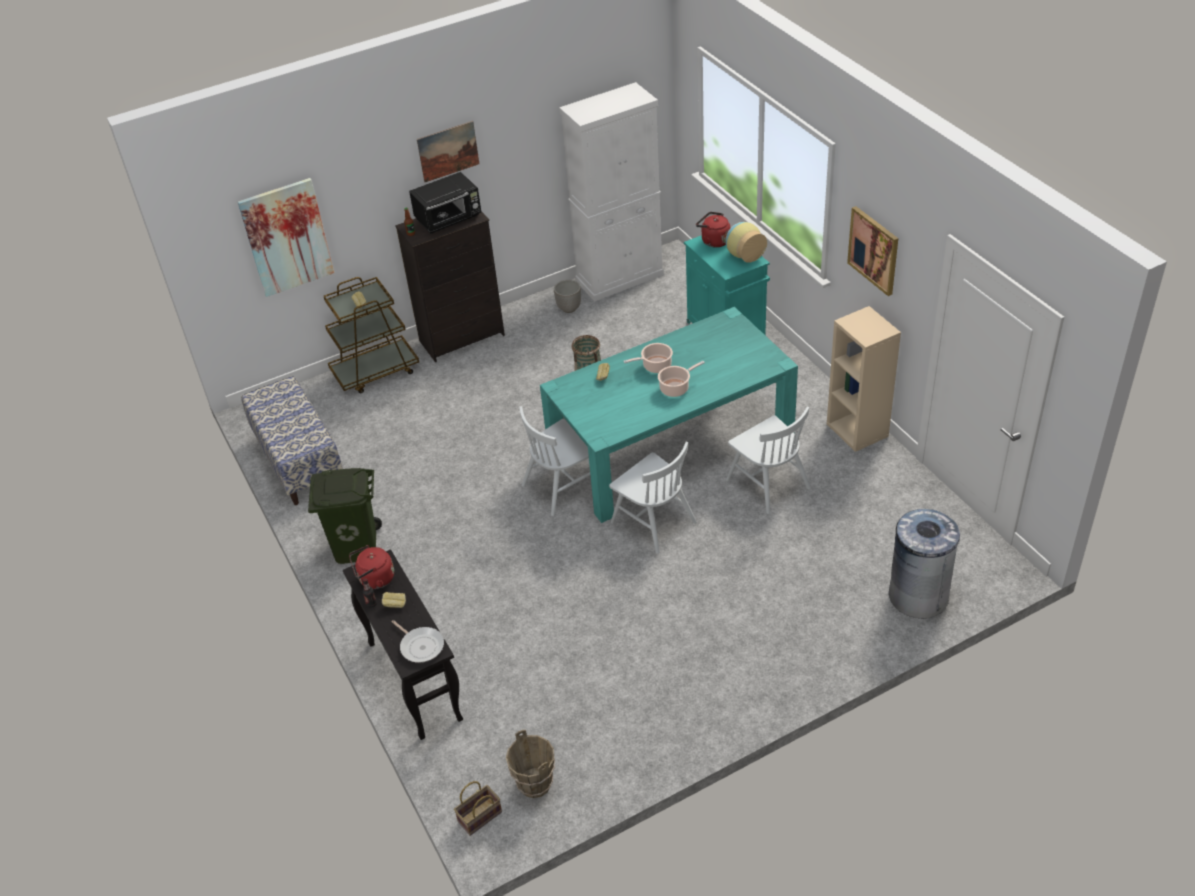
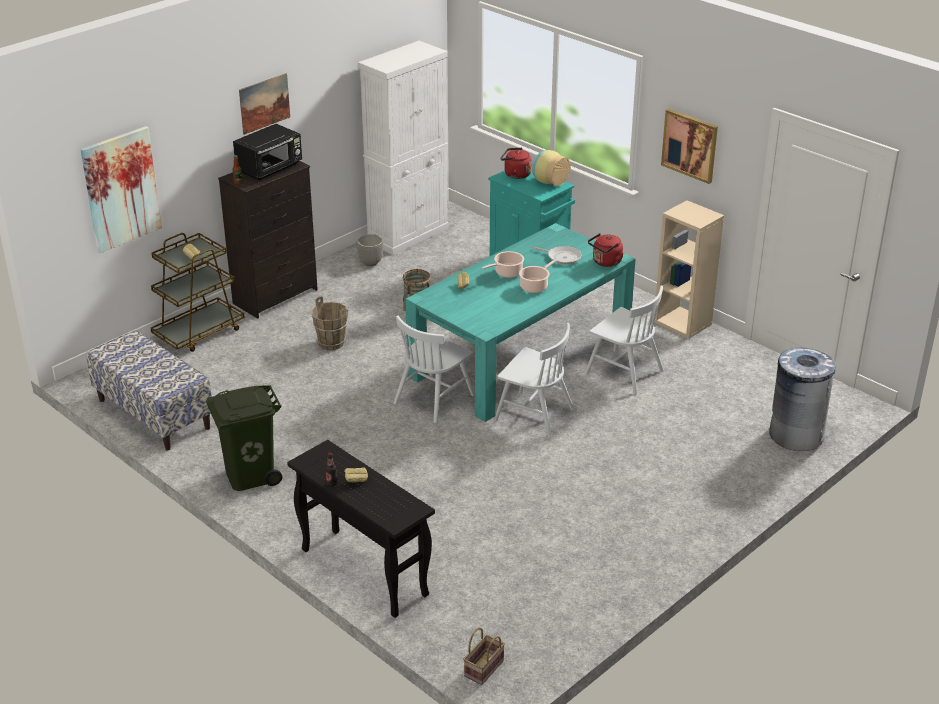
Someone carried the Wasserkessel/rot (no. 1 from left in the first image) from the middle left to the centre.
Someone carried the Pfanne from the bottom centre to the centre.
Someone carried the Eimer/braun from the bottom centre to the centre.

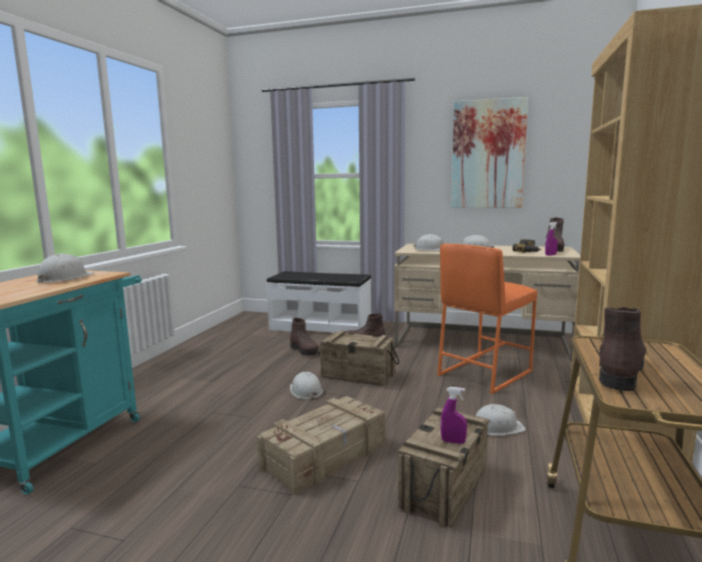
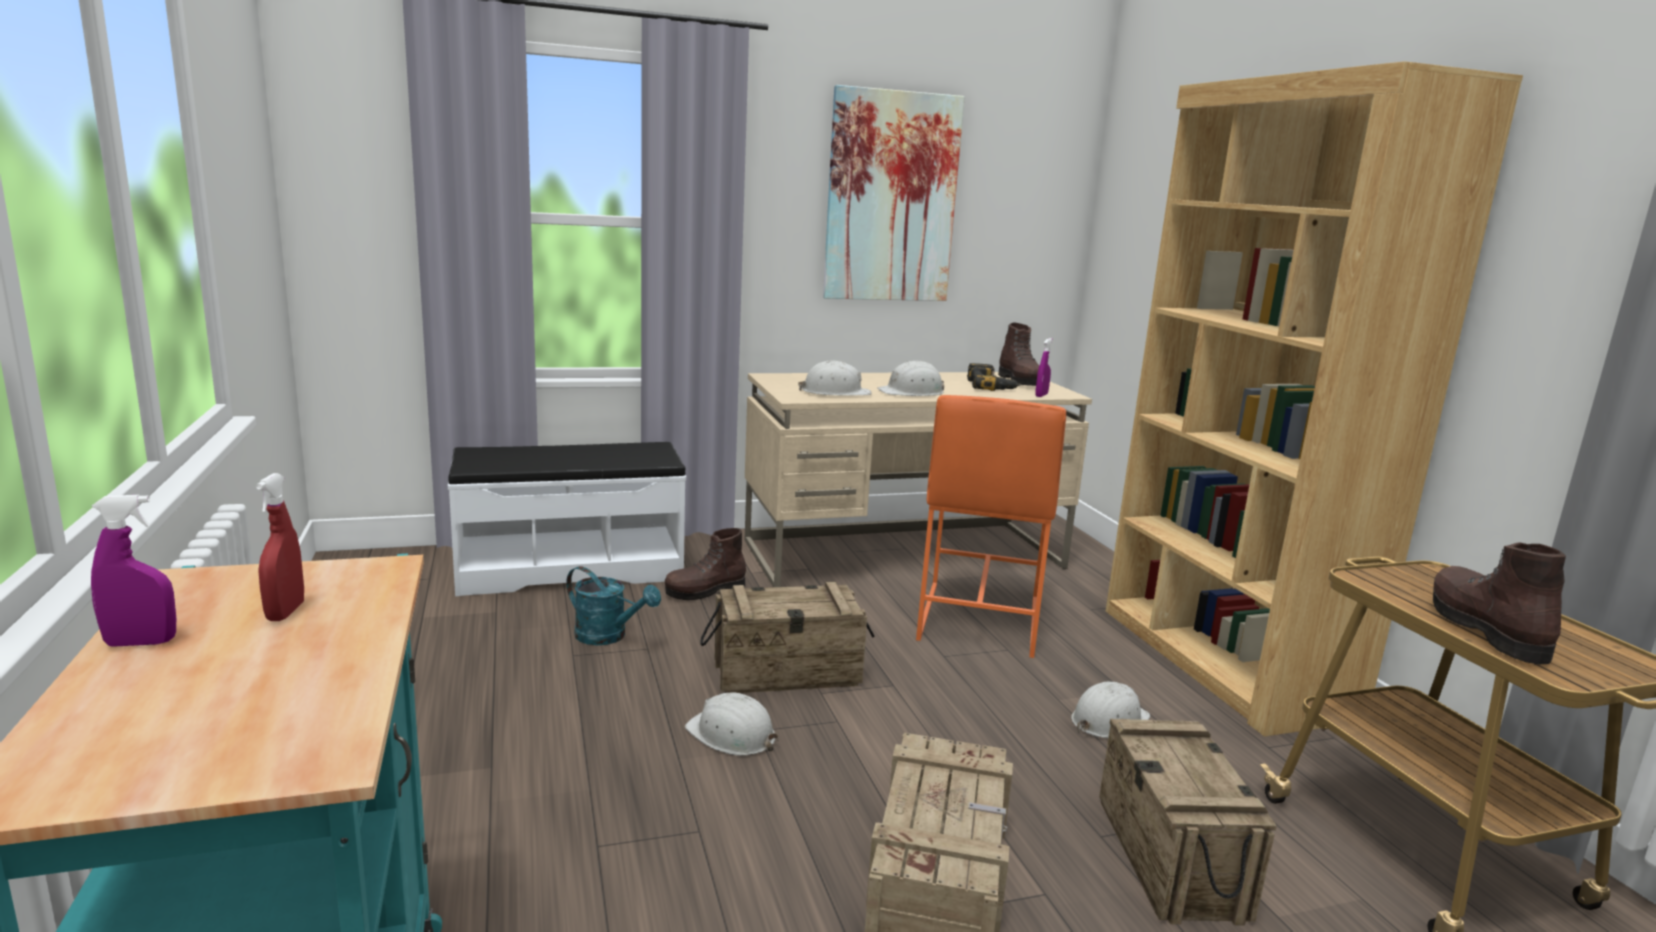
Someone swapped the Schutzhelm/weiß (no. 1 from left) at the middle left for the Sprühflasche/rot at the middle left.
Someone swapped the Stiefel/braun (no. 1 from left) at the centre for the Gießkanne/türkis at the centre.
Someone carried the Sprühflasche/lila (no. 1 from left) from the bottom centre to the middle left.

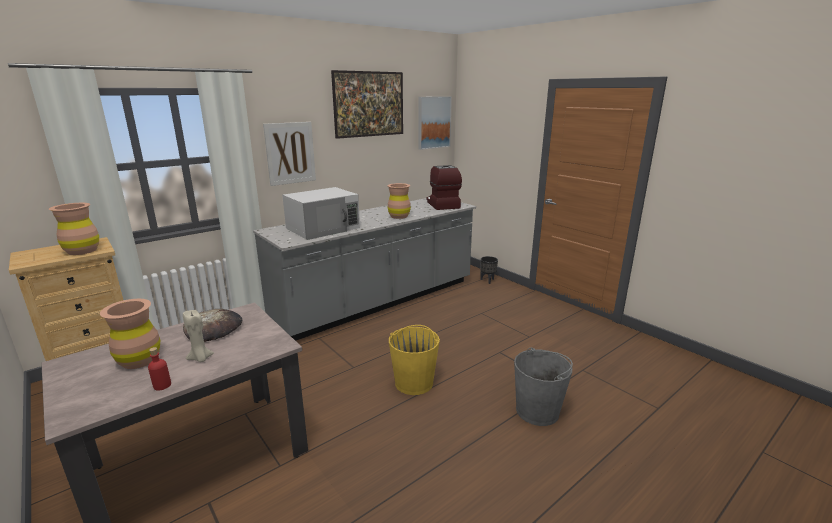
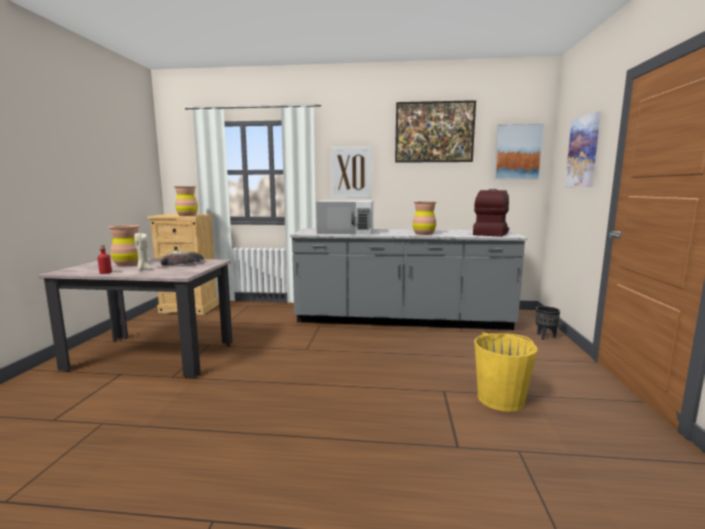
Someone carried the Eimer/gelb from the bottom centre to the bottom right.
Someone took away the Eimer/grau at the bottom centre.
Someone put up the Bild (no. 4 from left) at the top right.

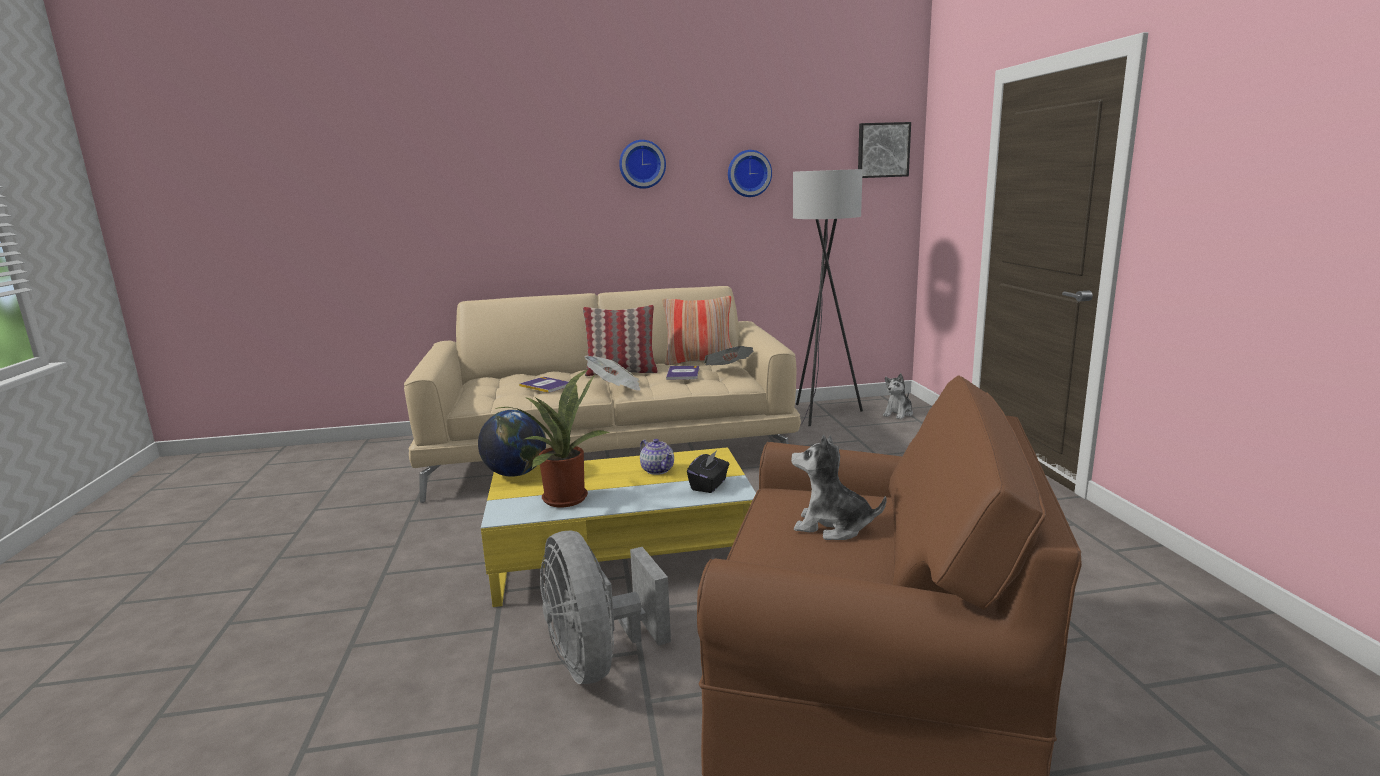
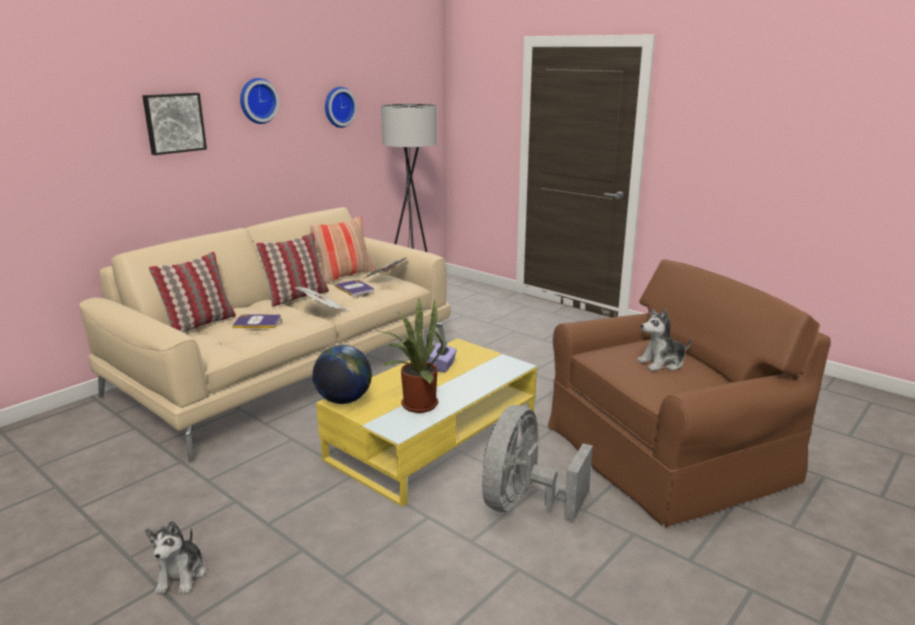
Someone carried the Bild from the top centre to the top left.
Someone carried the Plüschtier (no. 2 from left in the first image) from the centre to the bottom left.
Someone swapped the Teekanne at the centre for the Taschentuchbox/lila at the centre.
Someone took away the Taschentuchbox/schwarz at the centre.
Someone rotated the Ventilator/grau at the bottom centre by 90 degrees clockwise.
Someone put down the Kissen (no. 1 from left) at the middle left.

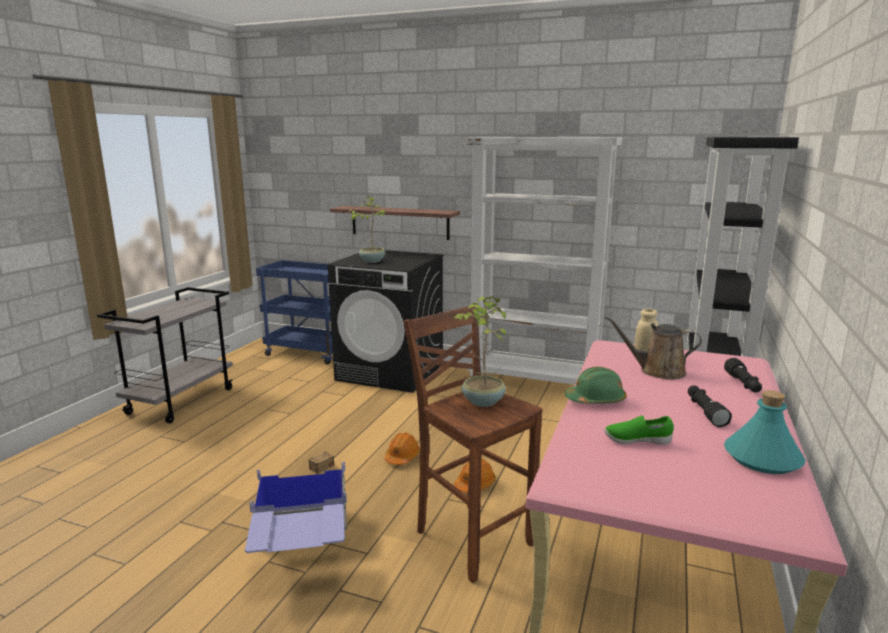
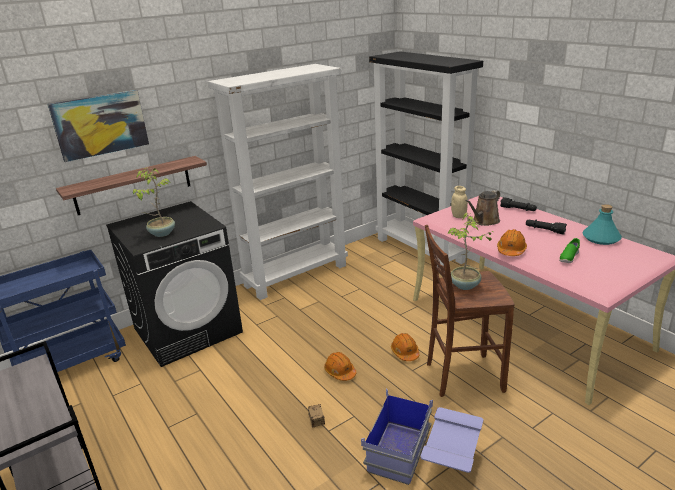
Someone repainted the Schutzhelm/grün at the middle right, which became the Schutzhelm/orange (no. 3 from left) at the middle right.
Someone put up the Bild at the top left.

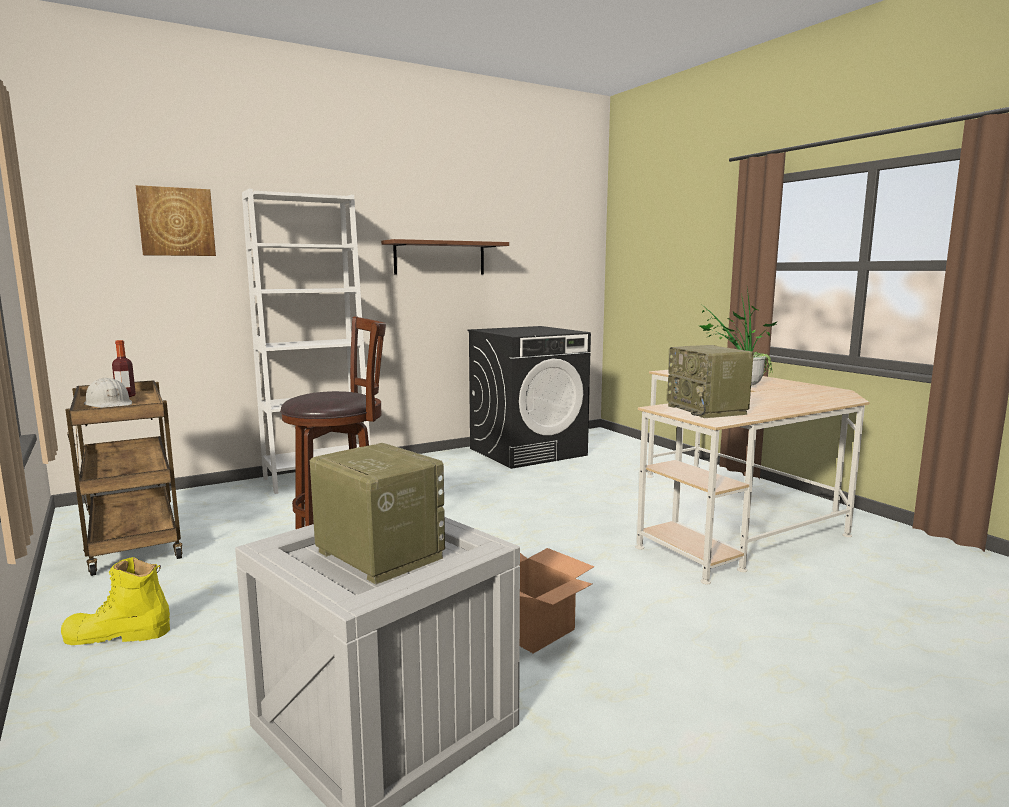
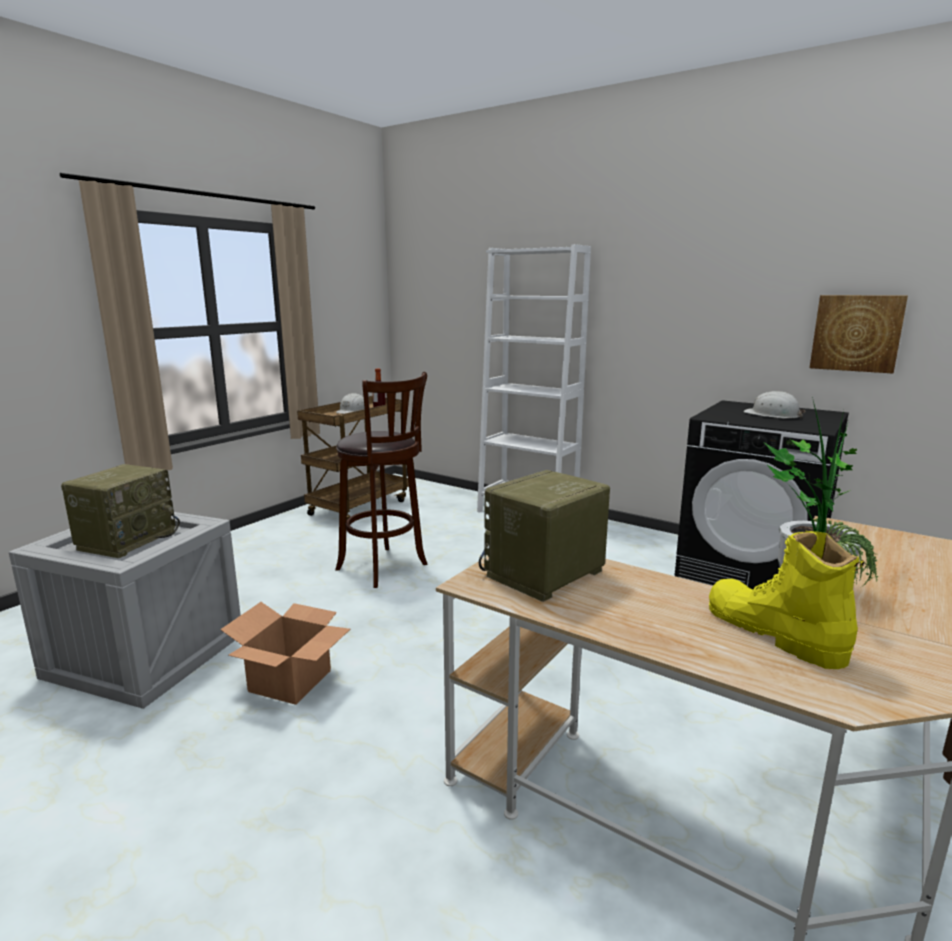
Someone carried the Bild from the top left to the middle right.
Someone took away the Wandregal/braun at the top centre.
Someone carried the Stiefel/gelb from the bottom left to the middle right.
Someone put down the Schutzhelm/weiß (no. 2 from left) at the middle right.

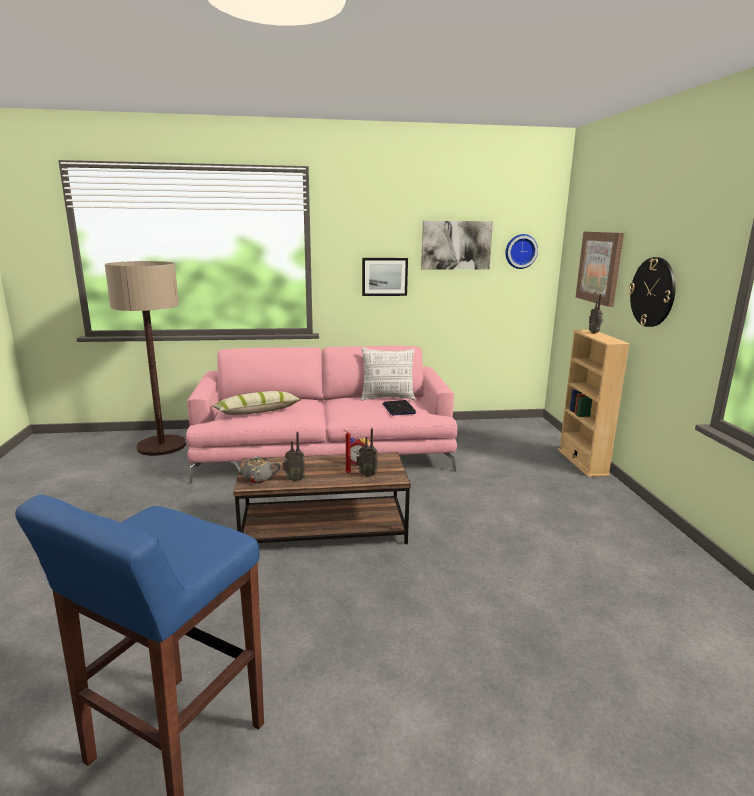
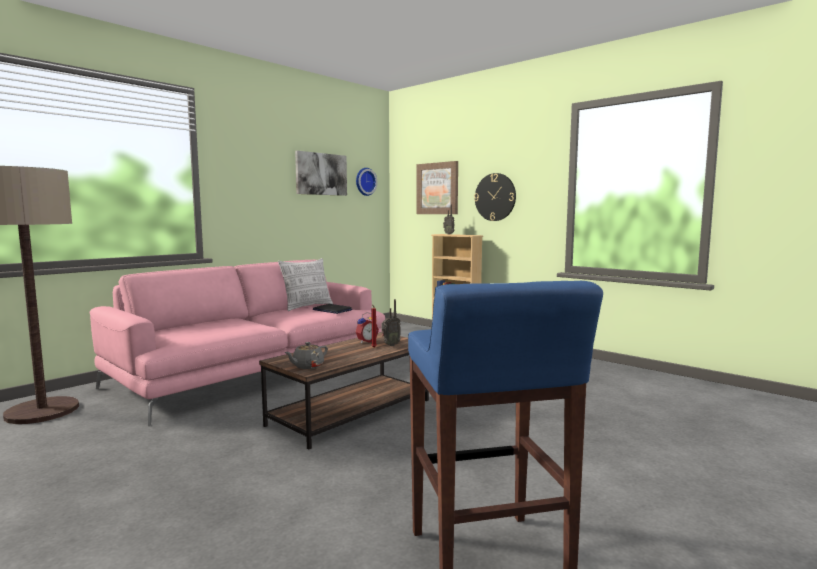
Someone took away the Bild (no. 1 from left) at the centre.
Someone took away the Kissen (no. 1 from left) at the centre.
Someone took away the Radio (no. 1 from left) at the centre.

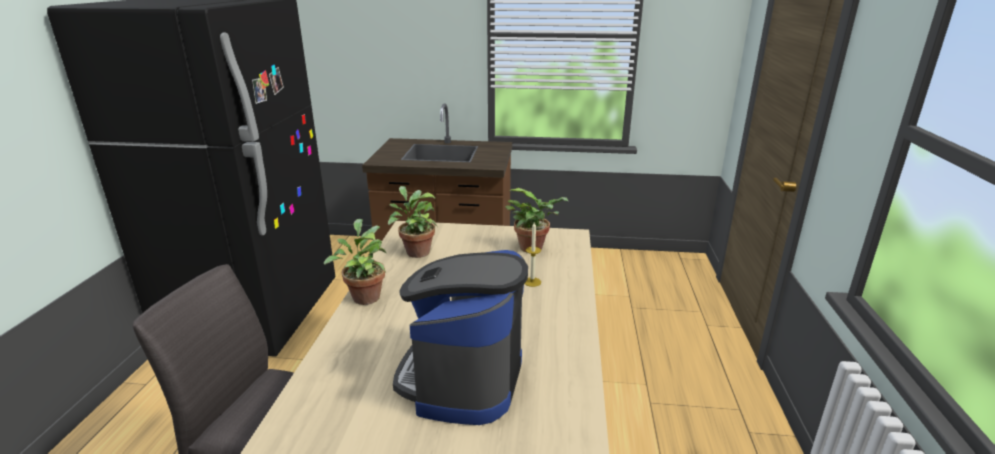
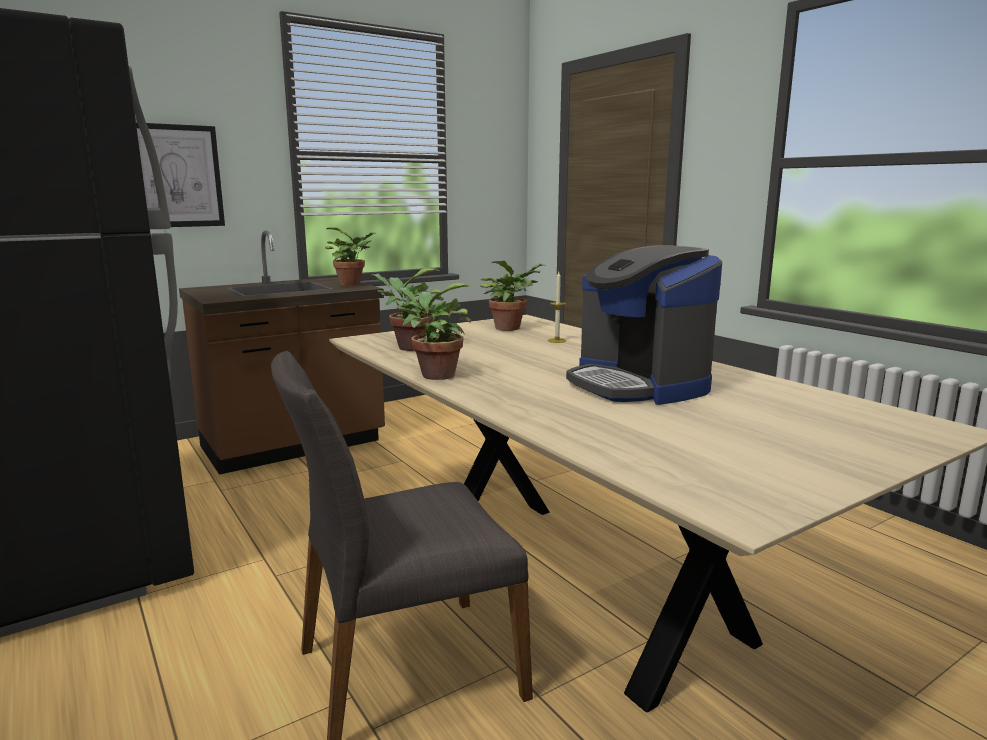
Someone put up the Bild at the top left.
Someone put down the Topfpflanze (no. 1 from left) at the centre.

